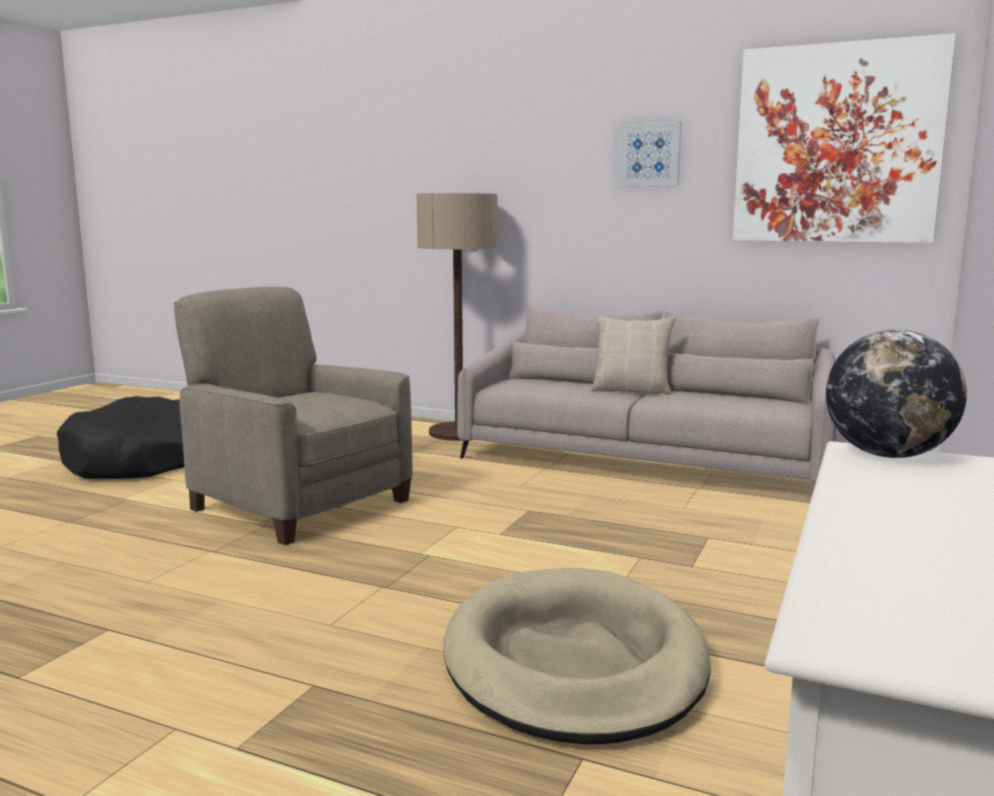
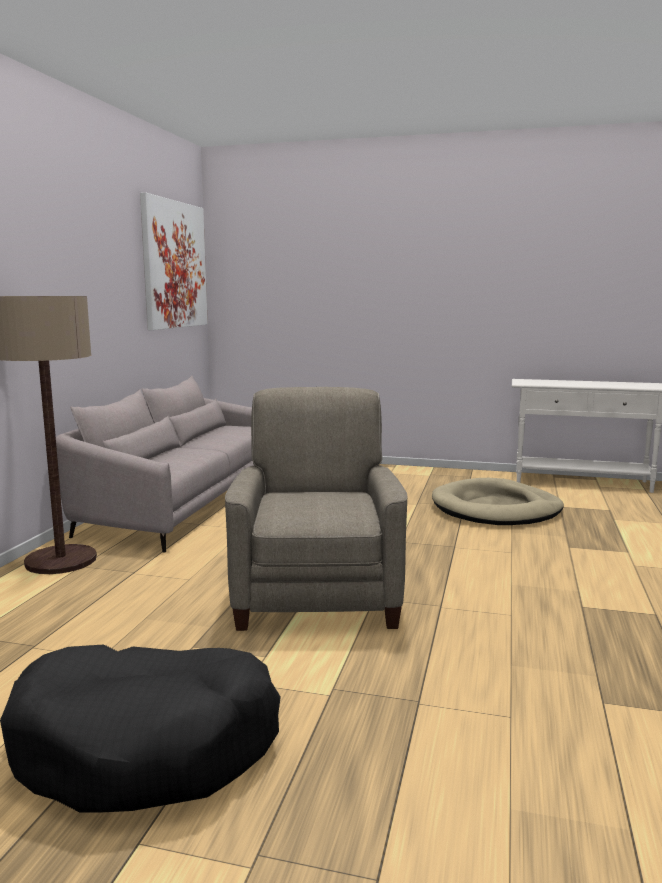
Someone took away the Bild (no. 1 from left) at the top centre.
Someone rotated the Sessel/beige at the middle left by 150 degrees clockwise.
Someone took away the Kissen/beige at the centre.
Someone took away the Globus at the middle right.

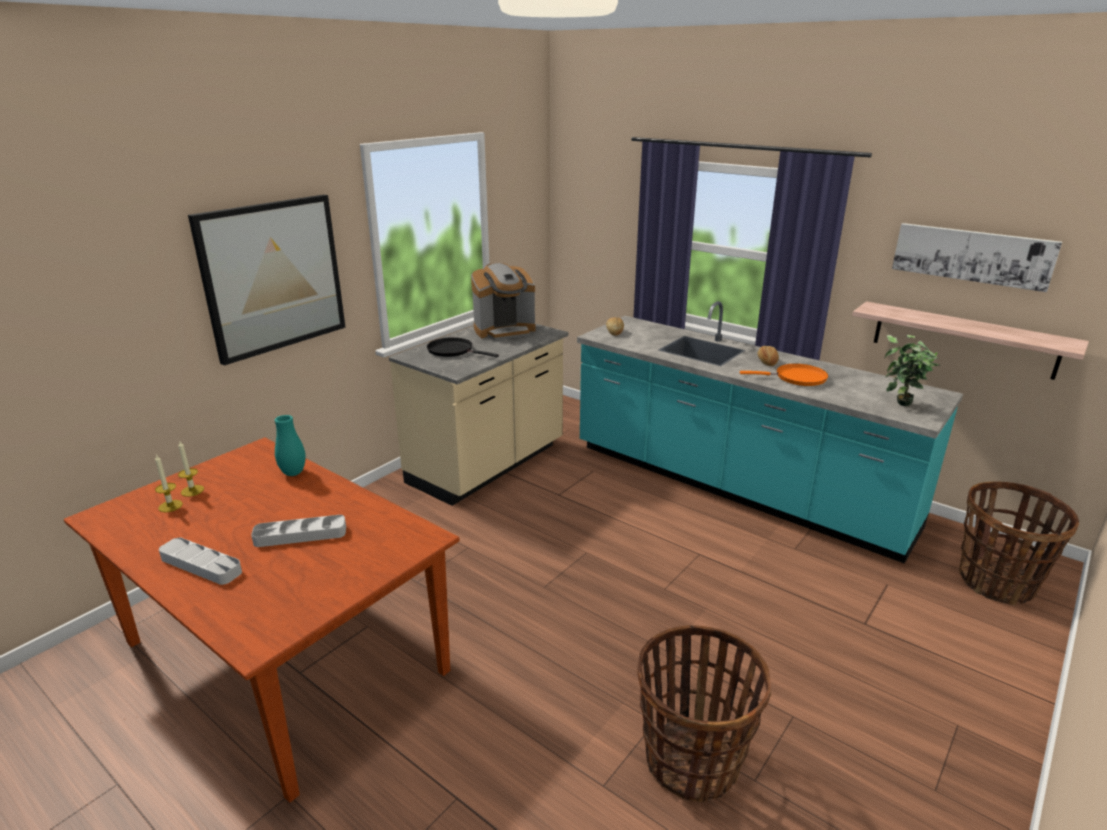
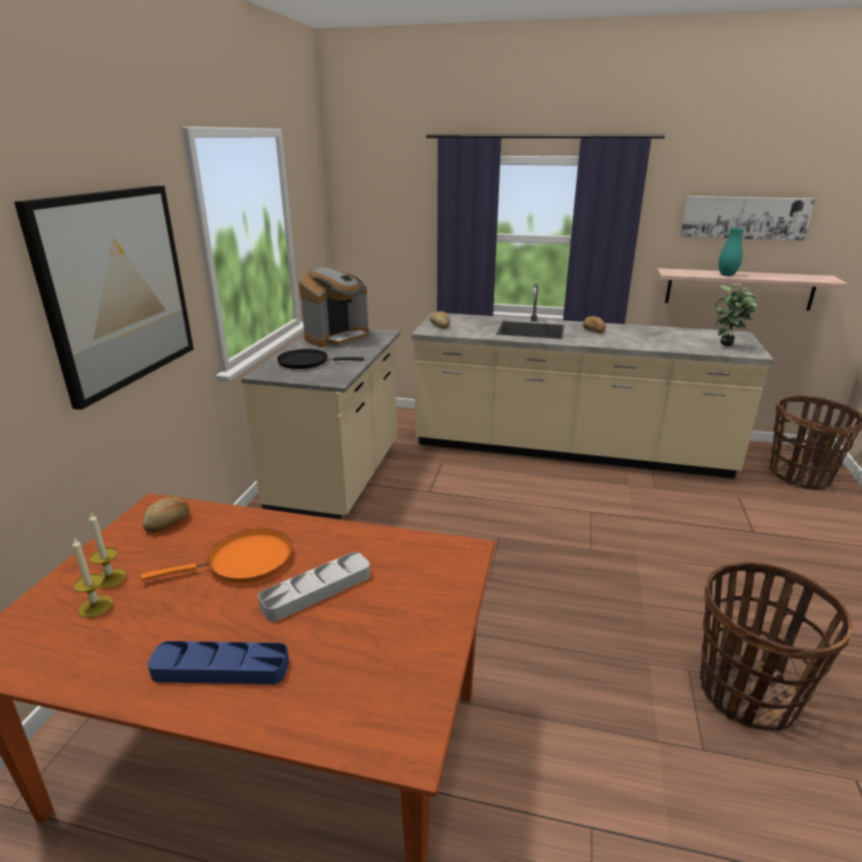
Someone repainted the Küchenzeile/türkis at the middle right, which became the Küchenzeile/beige (no. 2 from left) at the middle right.
Someone carried the Pfanne/orange from the middle right to the middle left.
Someone carried the Vase/türkis from the middle left to the top right.
Someone repainted the Tablett/grau (no. 1 from left) at the bottom left, which became the Tablett/blau at the bottom left.
Someone put down the Brot (no. 1 from left) at the middle left.

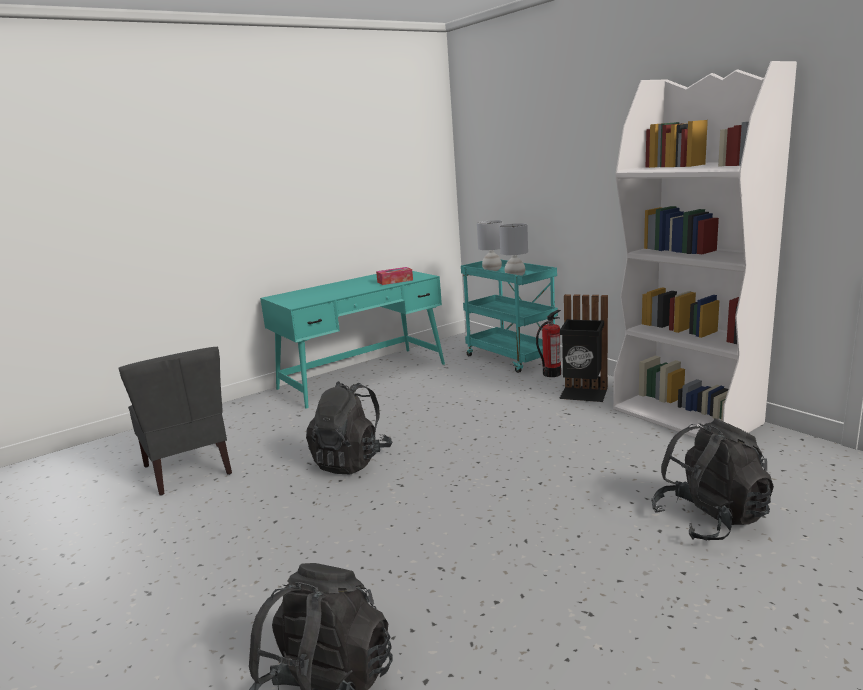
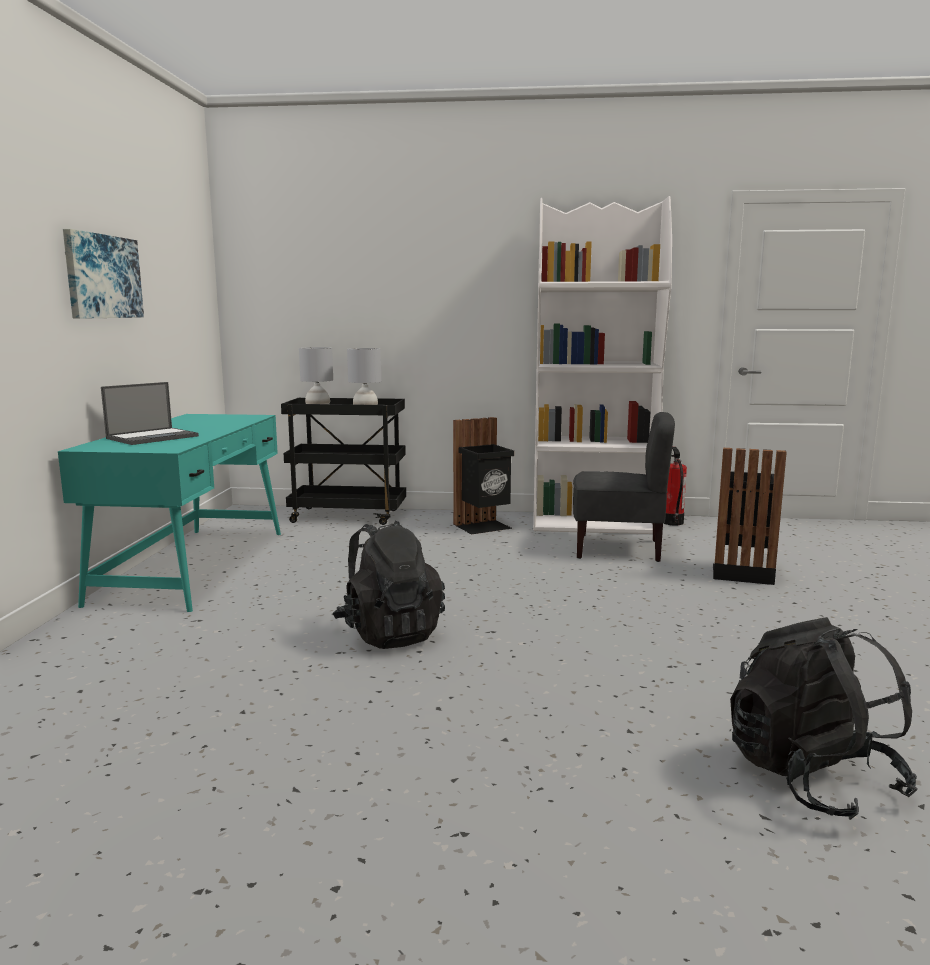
Someone repainted the Rollwagen/türkis at the centre, which became the Rollwagen/schwarz at the centre.
Someone took away the Taschentuchbox at the centre.
Someone carried the Feuerlöscher from the centre to the middle right.
Someone carried the Stuhl/grau from the middle left to the middle right.
Someone swapped the Rucksack/schwarz (no. 3 from left) at the bottom right for the Mülleimer/schwarz (no. 2 from left) at the middle right.
Someone put up the Bild at the top left.
Someone put down the Laptop at the middle left.

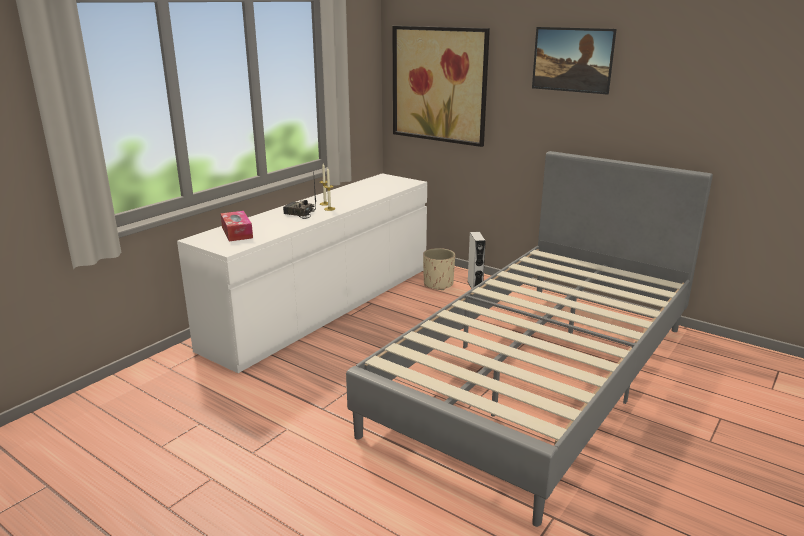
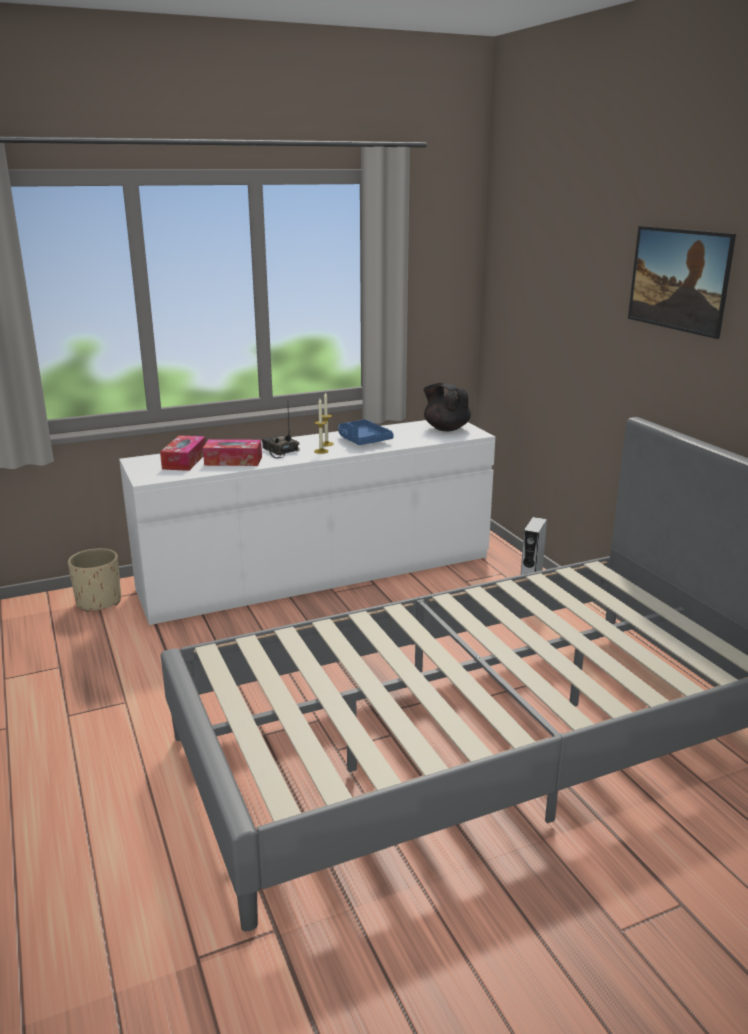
Someone took away the Bild (no. 1 from left) at the top centre.
Someone carried the Pflanzkübel/beige from the centre to the middle left.
Someone put down the Teekanne/schwarz at the centre.
Someone put down the Tablett/blau at the centre.
Someone put down the Taschentuchbox (no. 2 from left) at the middle left.

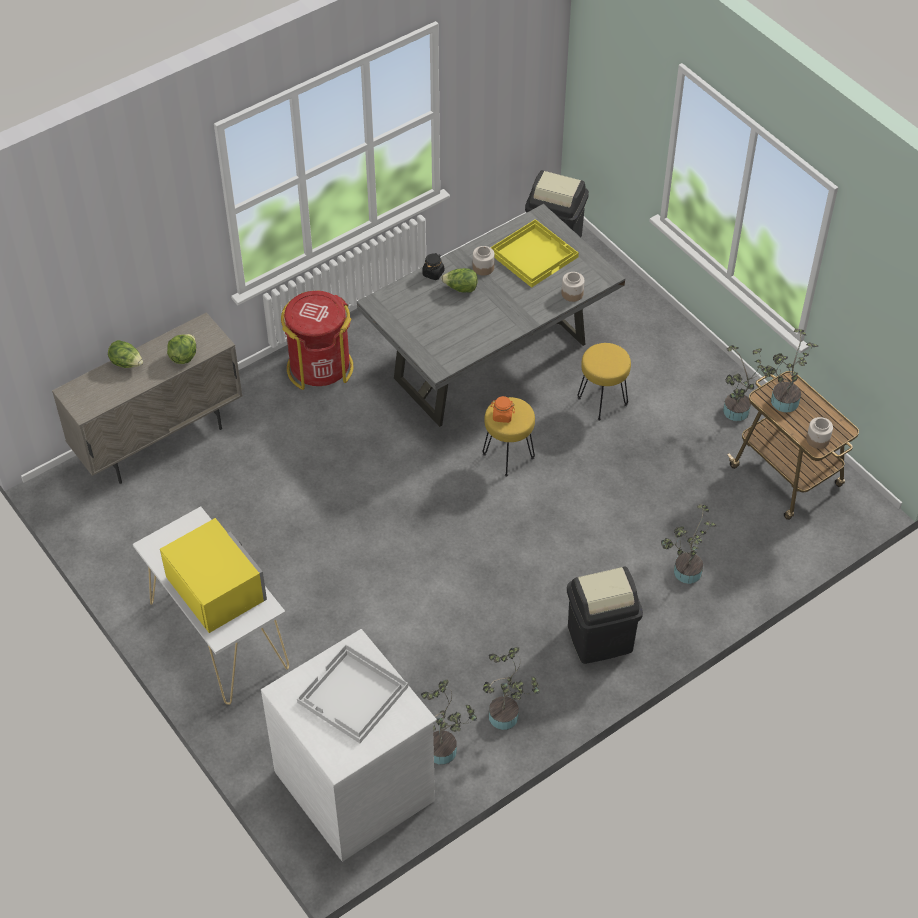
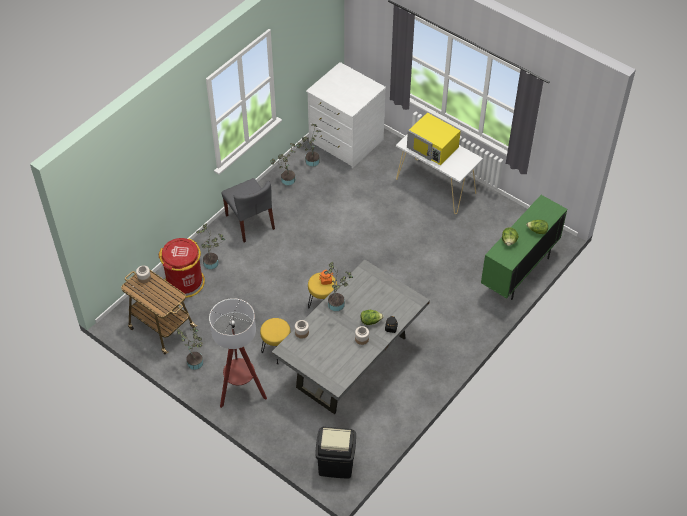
Someone took away the Tablett/gelb at the top centre.
Someone carried the Mülleimer/rot from the centre to the middle left.
Someone repainted the Schrank/beige at the middle left, which became the Schrank/grün at the middle right.
Someone carried the Topfpflanze (no. 5 from left) from the middle right to the centre.
Someone swapped the Mülleimer/schwarz (no. 2 from left) at the bottom centre for the Stuhl/grau at the centre.
Someone took away the Tablett/weiß at the bottom centre.
Someone put down the Stehlampe at the bottom centre.

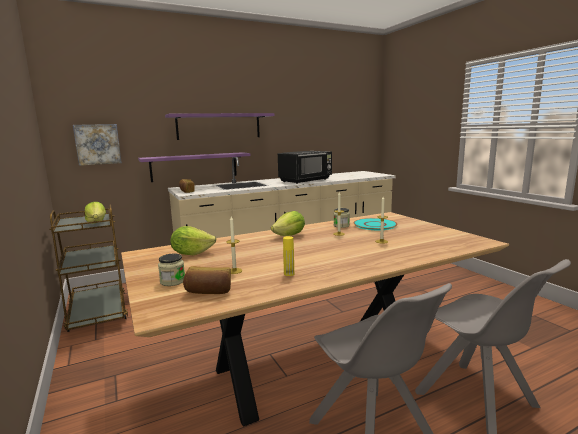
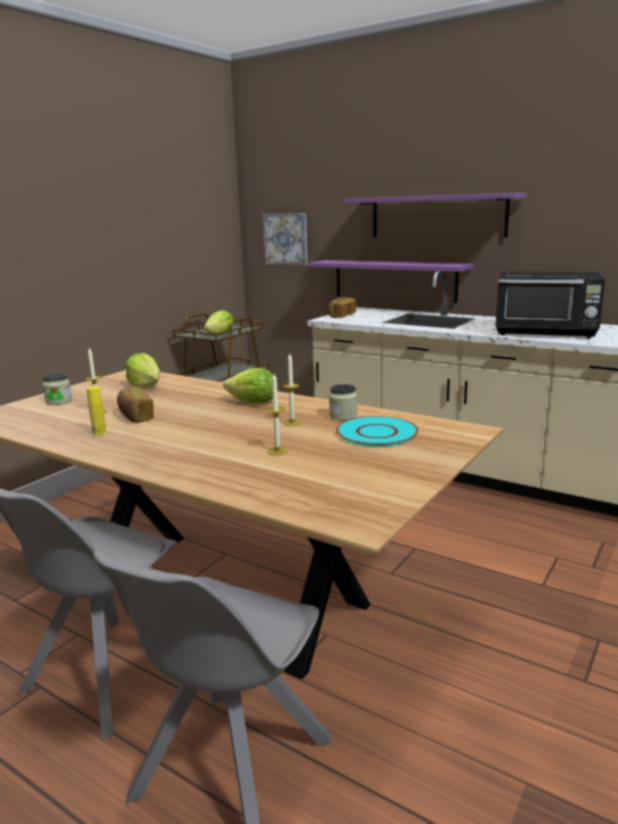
Someone carried the Brot (no. 2 from left in the first image) from the centre to the middle left.

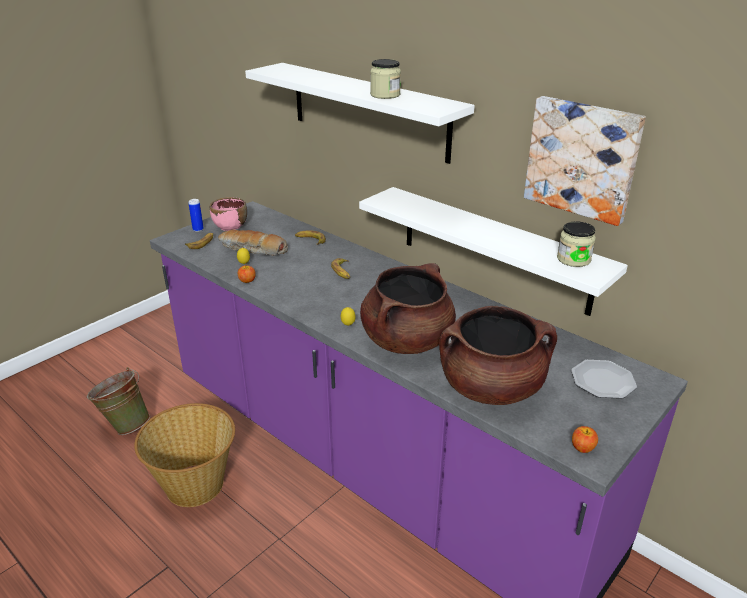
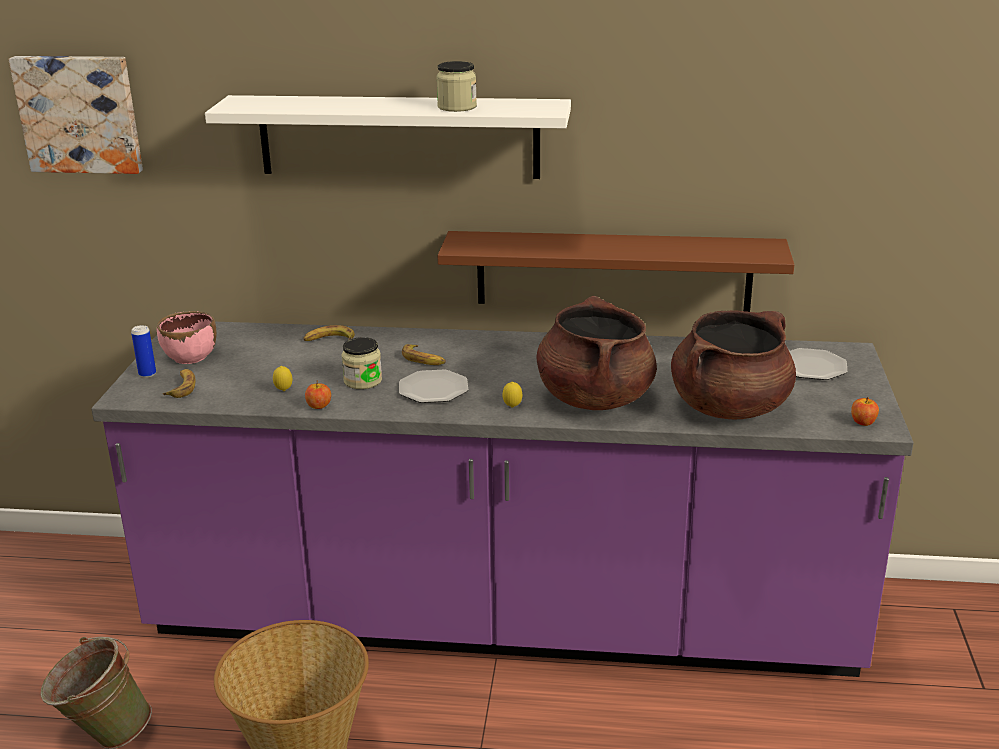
Someone carried the Bild from the top right to the top left.
Someone repainted the Wandregal/weiß (no. 2 from left) at the centre, which became the Wandregal/braun at the centre.
Someone carried the Vorratsglas (no. 2 from left in the first image) from the middle right to the centre.
Someone took away the Brot at the centre.
Someone put down the Teller (no. 1 from left) at the centre.

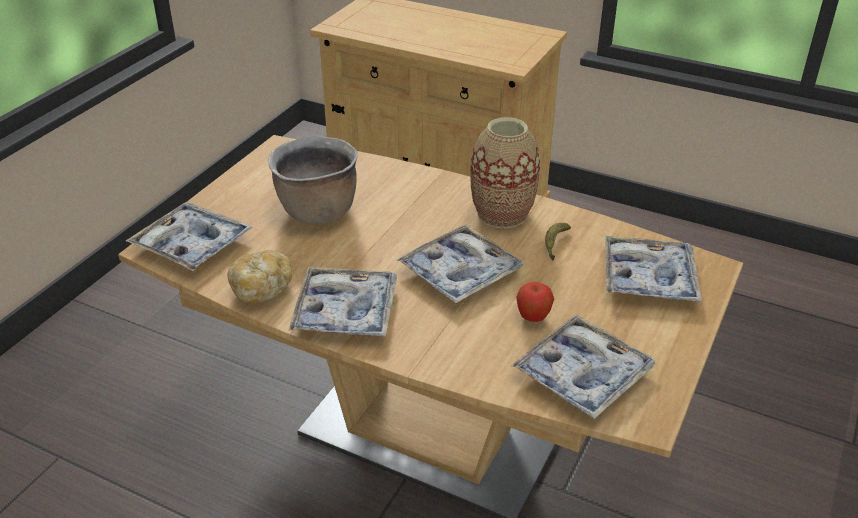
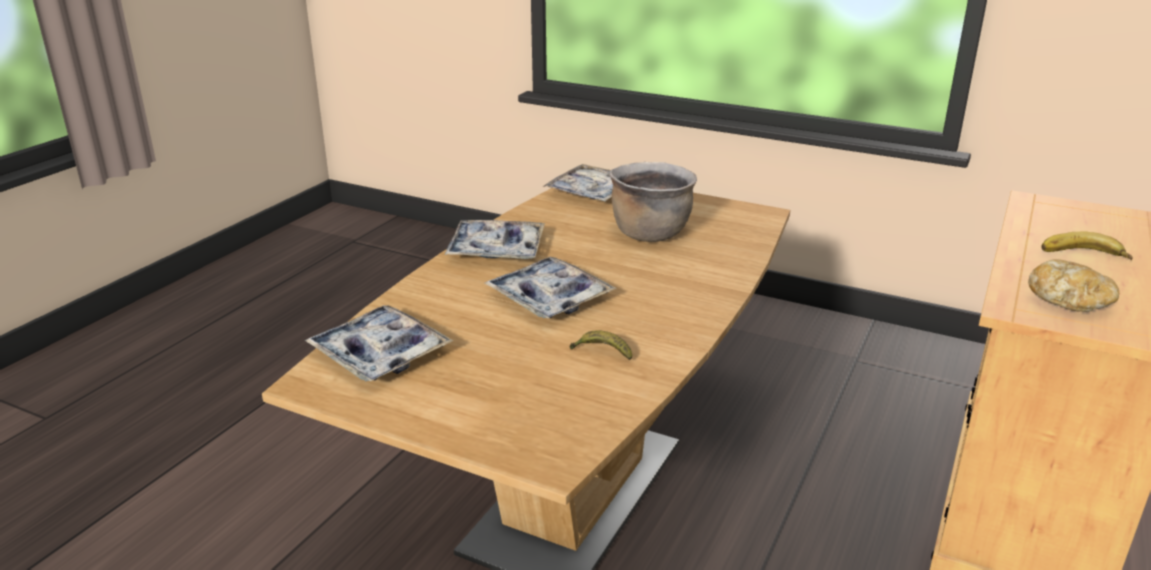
Someone took away the Vase at the centre.
Someone took away the Tablett (no. 5 from left) at the middle right.
Someone carried the Brot from the middle left to the middle right.
Someone took away the Apfel at the centre.
Someone put down the Banane (no. 2 from left) at the middle right.

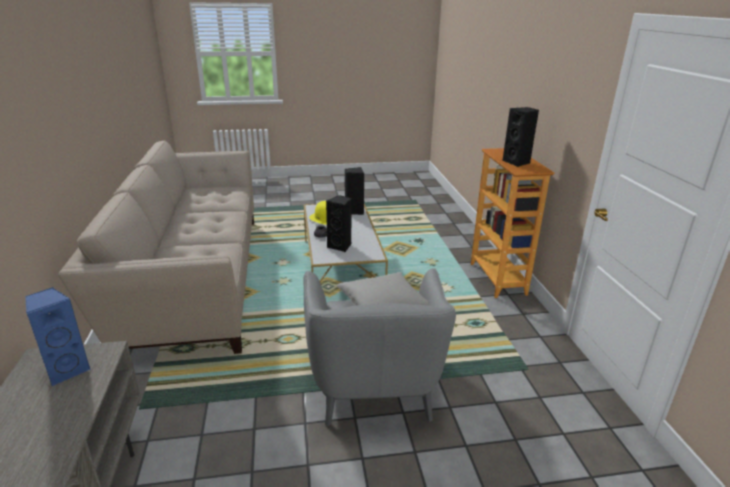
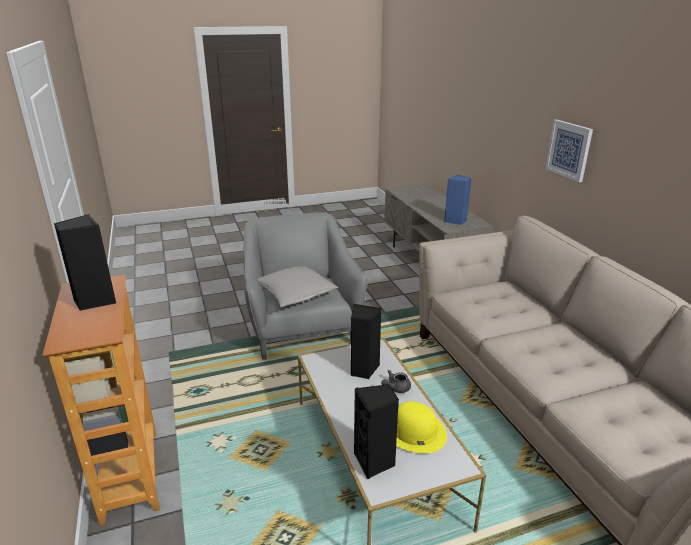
Someone put up the Bild at the top right.

